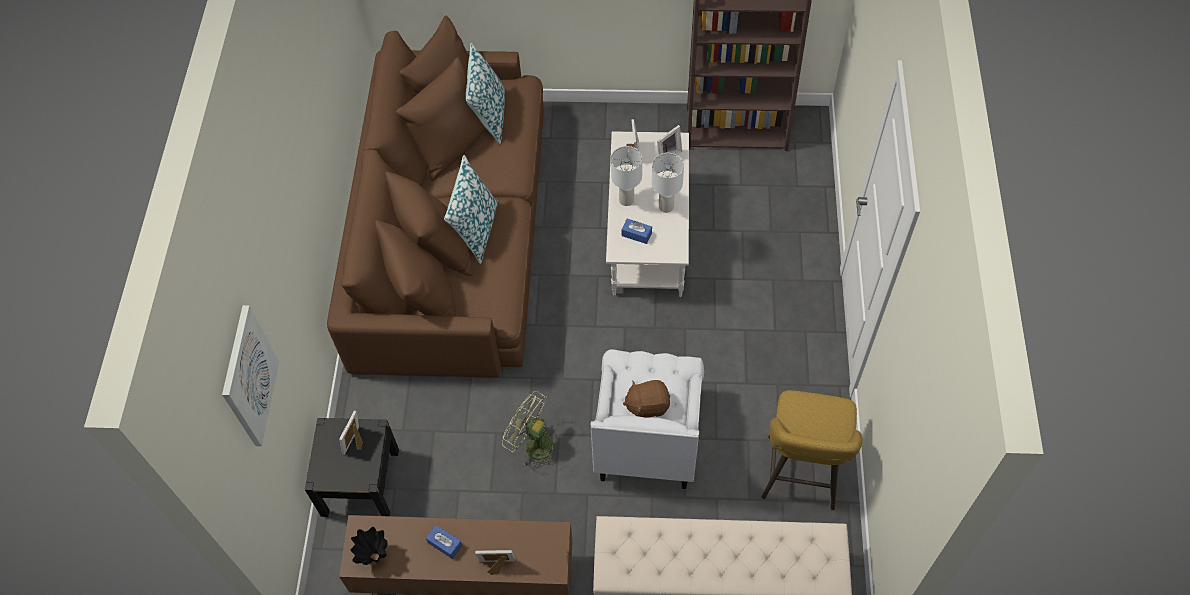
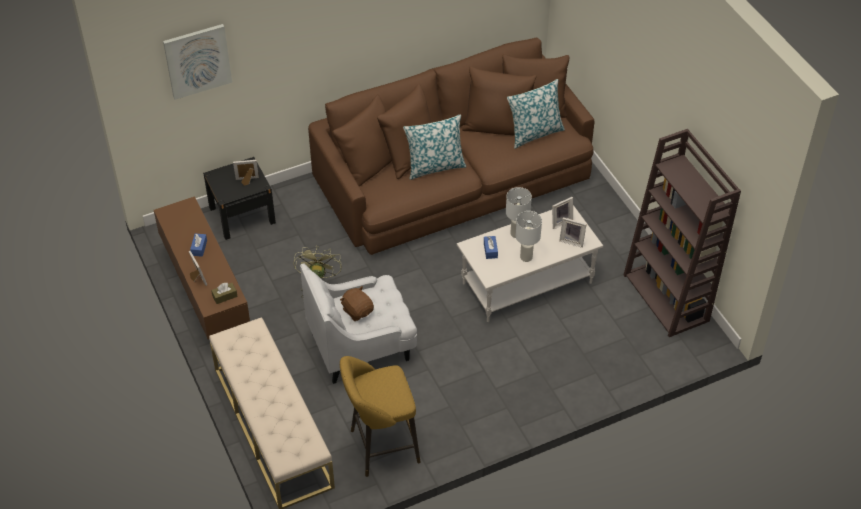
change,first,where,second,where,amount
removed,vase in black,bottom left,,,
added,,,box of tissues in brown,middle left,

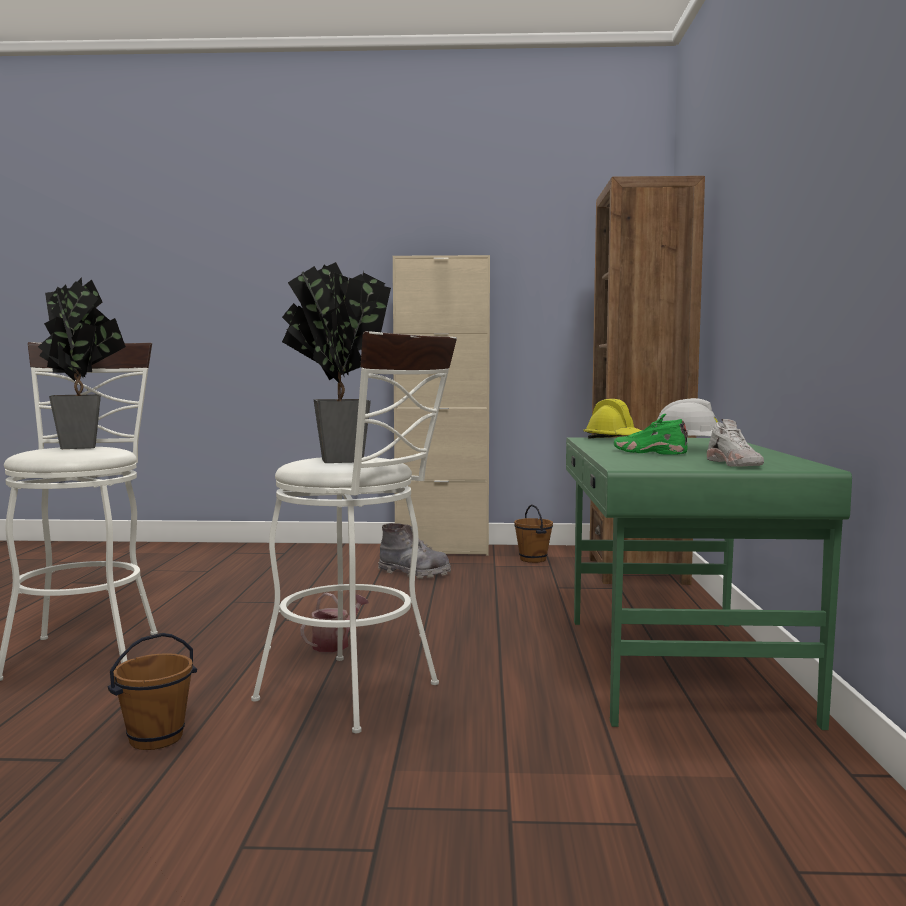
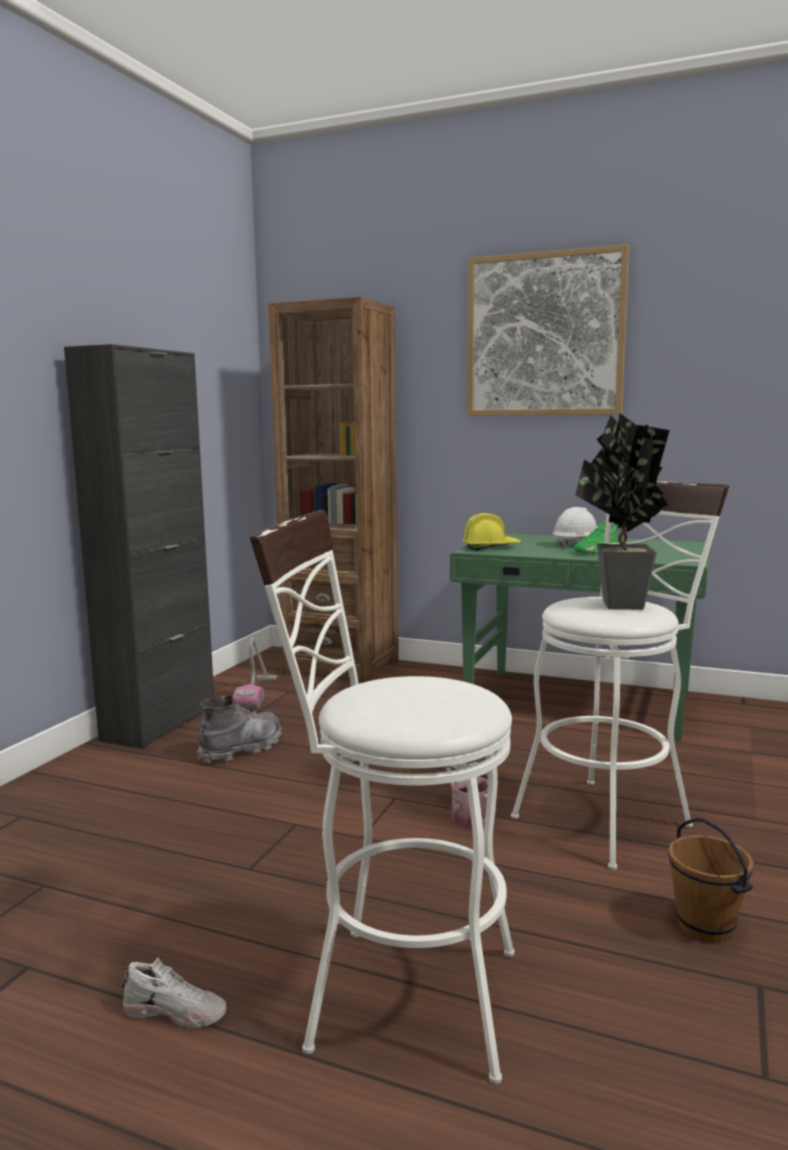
change,first,where,second,where,amount
recoloured,cabinet in sand-coloured,centre,cabinet in black,middle left,
removed,potted plant (1st from left),middle left,,,
moved,shoe in white,middle right,,bottom left,
replaced,bucket in brown (2nd from left),centre,vacuum,middle left,
added,,,picture,top right,

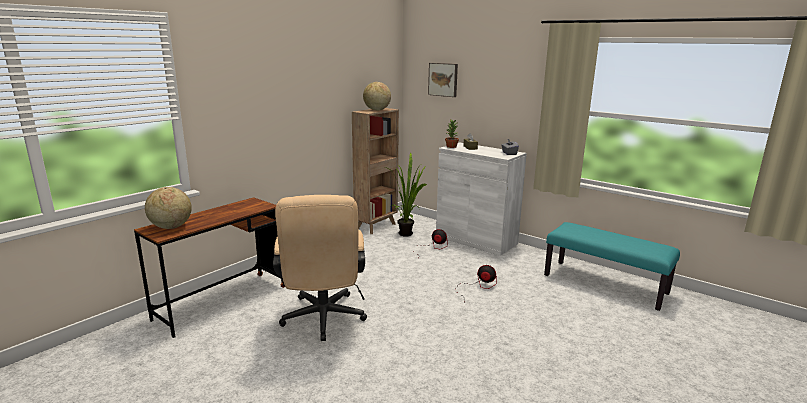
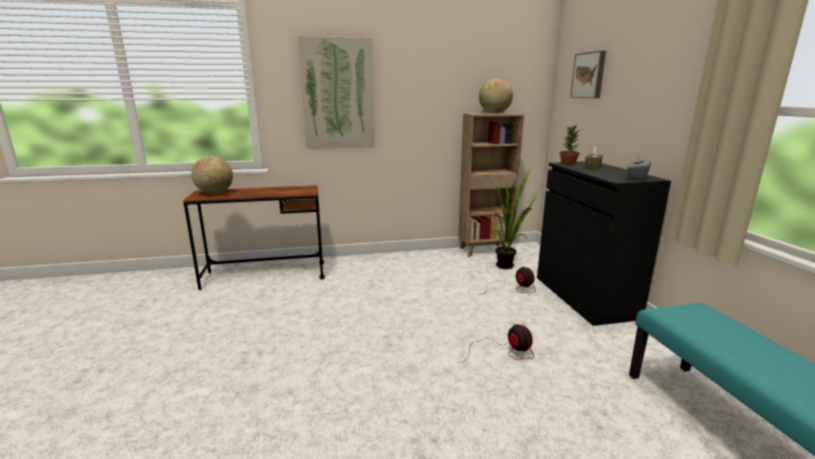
change,first,where,second,where,amount
recoloured,cabinet in white,centre,cabinet in black,middle right,
removed,computer chair in sand-coloured,centre,,,
added,,,picture (1st from left),top centre,

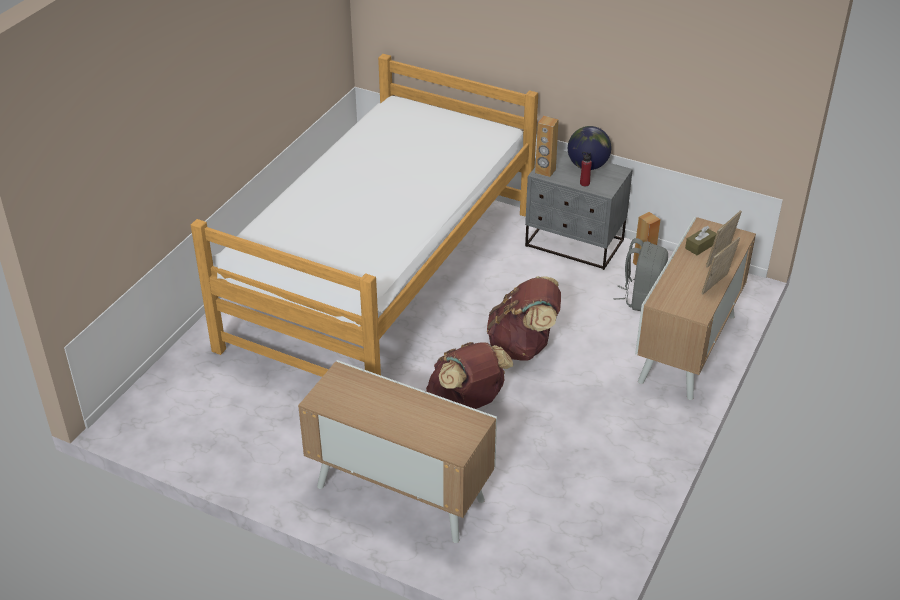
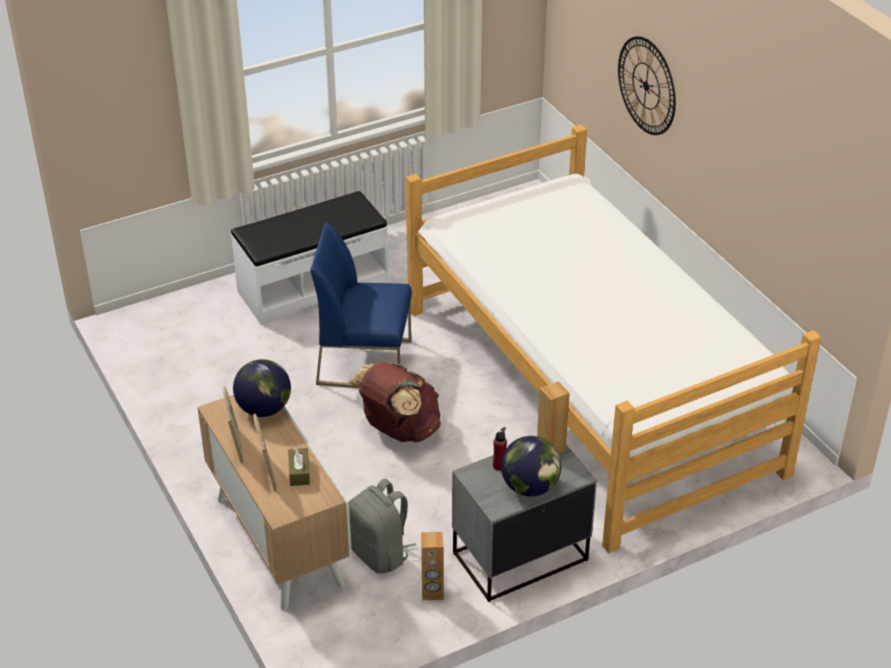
change,first,where,second,where,amount
replaced,knapsack in brown (1st from left),centre,upright chair in bluish,centre,
replaced,cabinet (1st from left),bottom centre,long seat in white,centre,
added,,,hanging clock,top right,
added,,,globe (1st from left),middle left,

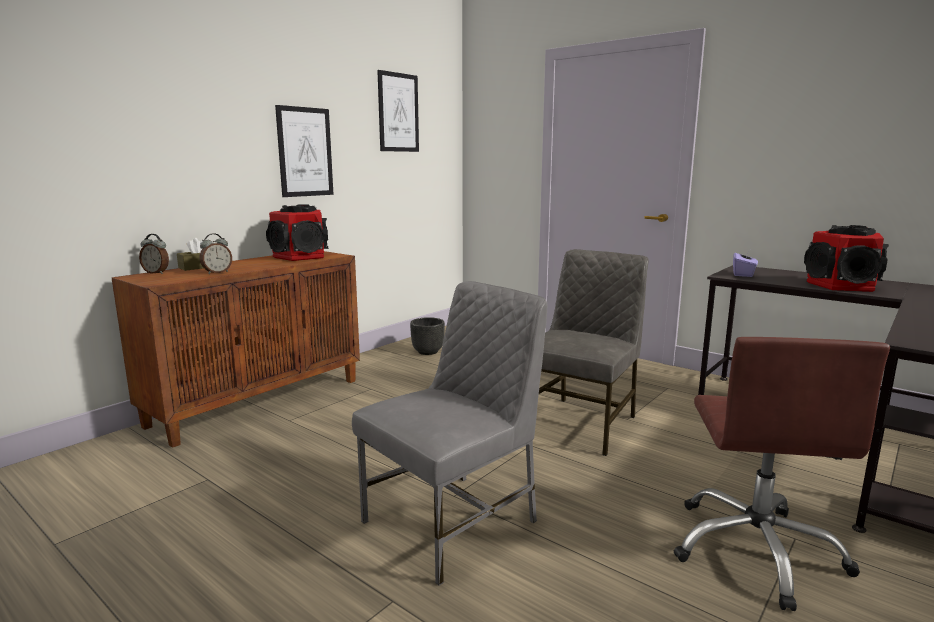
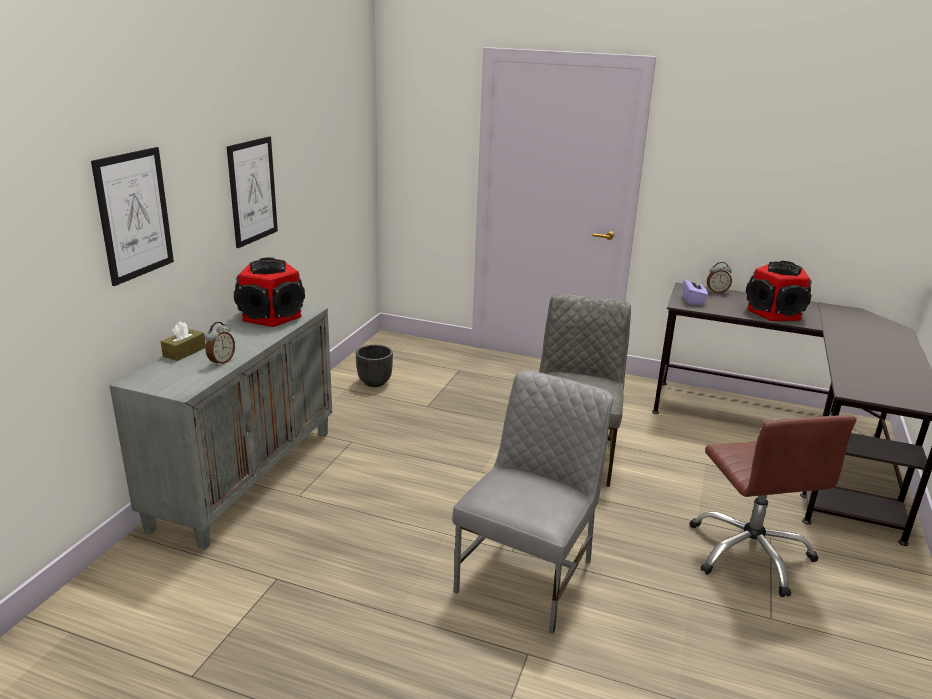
change,first,where,second,where,amount
moved,picture (2nd from left in the first image),top centre,picture (1st from left),top left,
moved,table clock (1st from left in the first image),middle left,table clock (2nd from left),middle right,
recoloured,cabinet in brown,middle left,cabinet in gray,middle left,

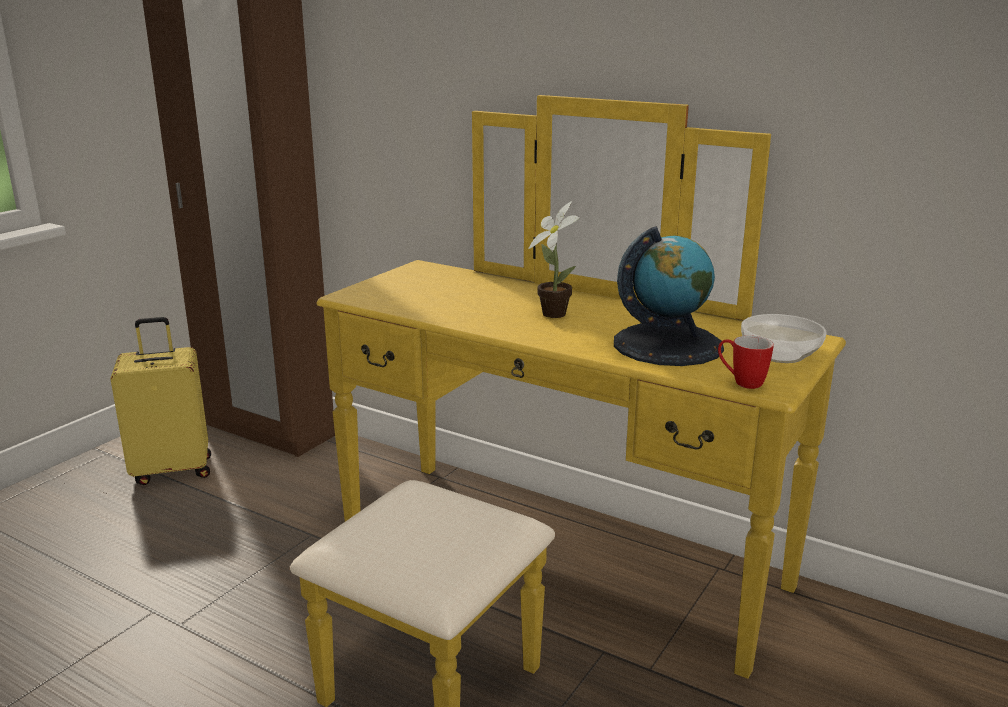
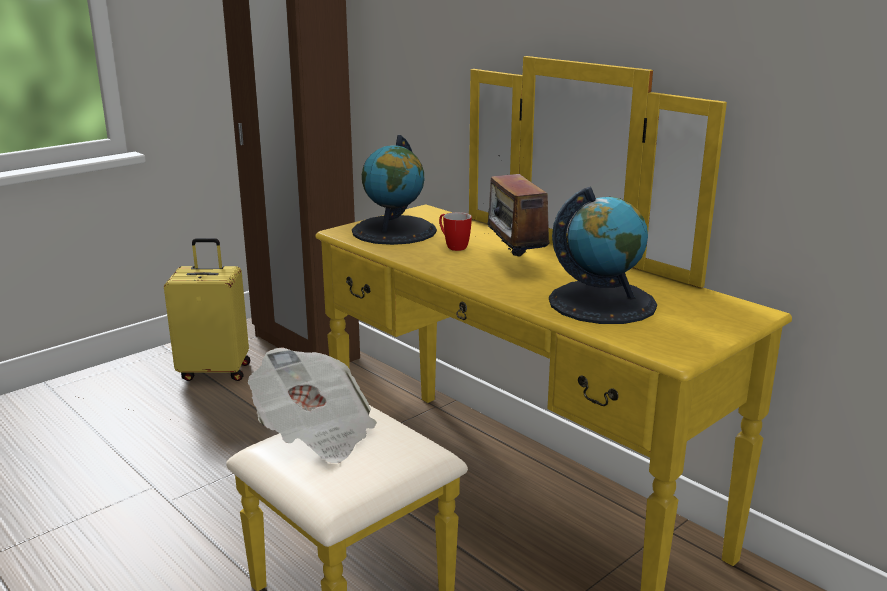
change,first,where,second,where,amount
replaced,potted plant,centre,radio,centre,
removed,bowl,middle right,,,
moved,coffee mug,middle right,,centre,
added,,,globe (1st from left),top centre,
added,,,daily paper,bottom centre,

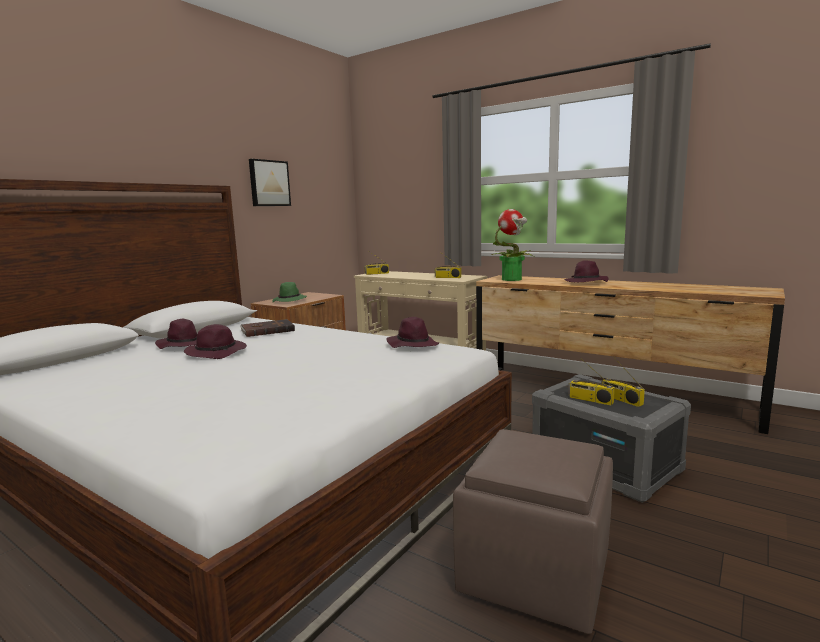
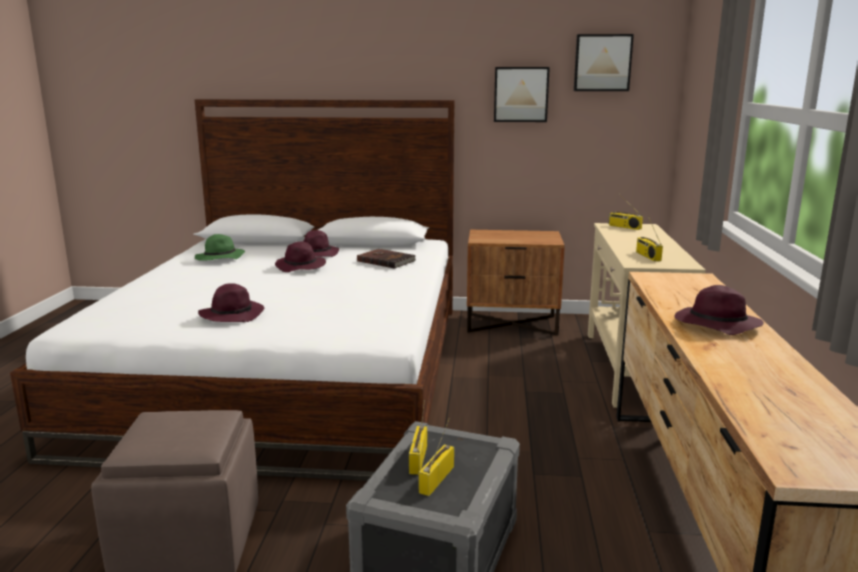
change,first,where,second,where,amount
removed,potted plant,centre,,,
moved,clothing hat in green,centre,,middle left,
moved,clothing hat in purple-coloured (3rd from left in the first image),centre,clothing hat in purple-coloured (1st from left),middle left,
added,,,picture (2nd from left),top right,

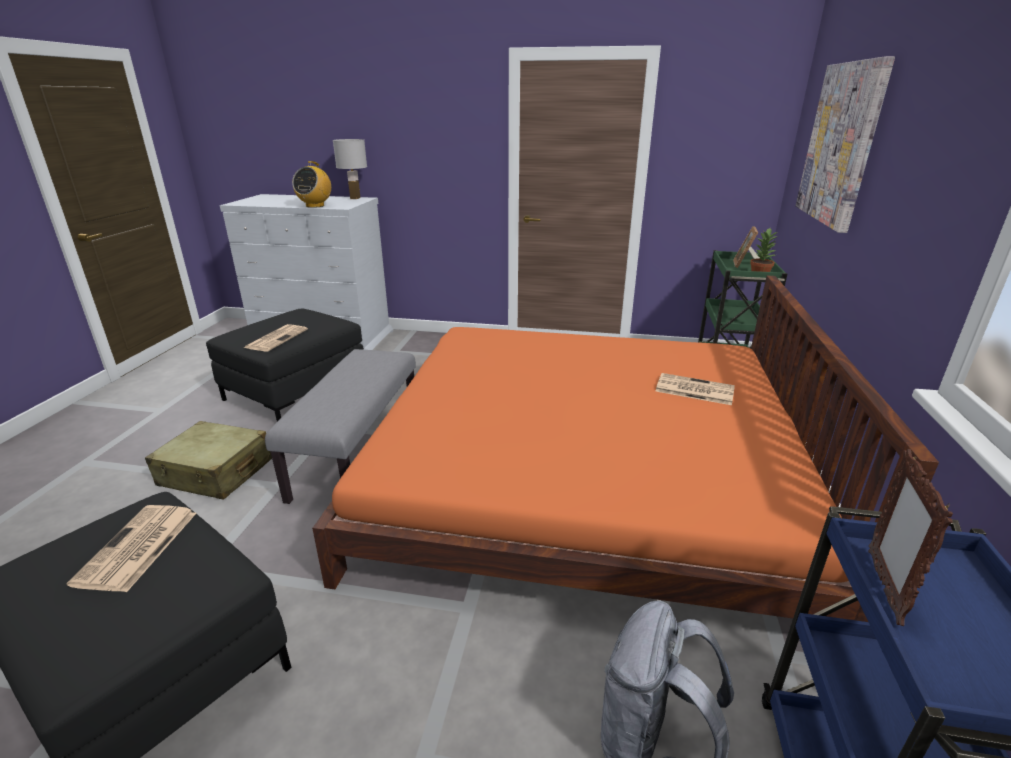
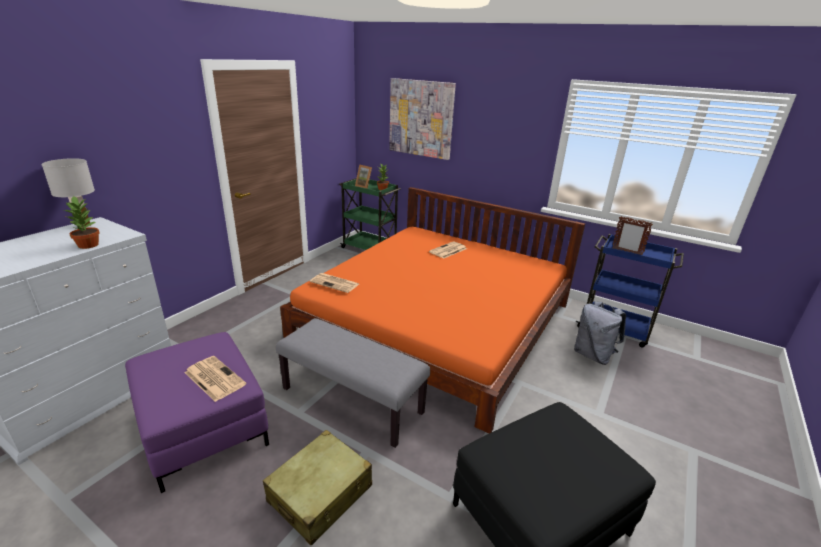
change,first,where,second,where,amount
replaced,radio,top left,potted plant (1st from left),middle left,
recoloured,pouffe in black (2nd from left),middle left,pouffe in purple-coloured,bottom left,
moved,daily paper (1st from left in the first image),bottom left,daily paper (2nd from left),centre,

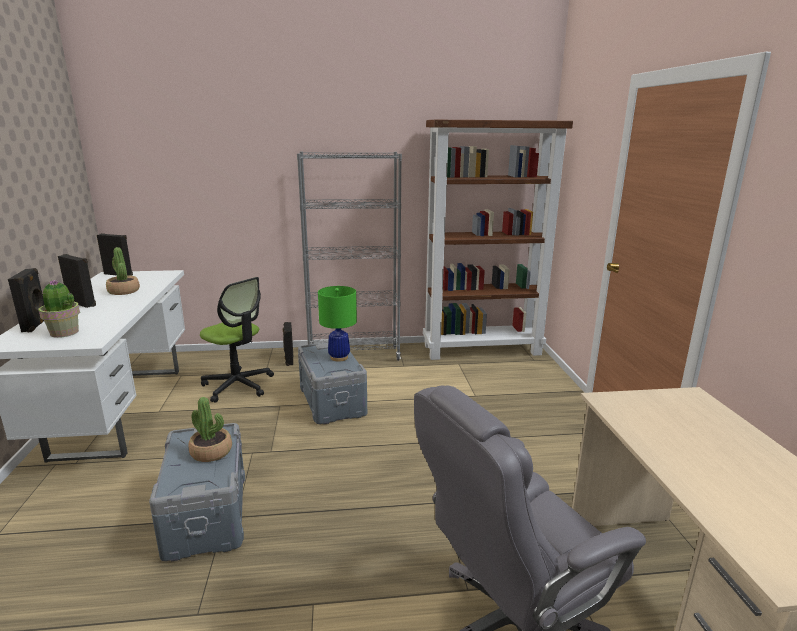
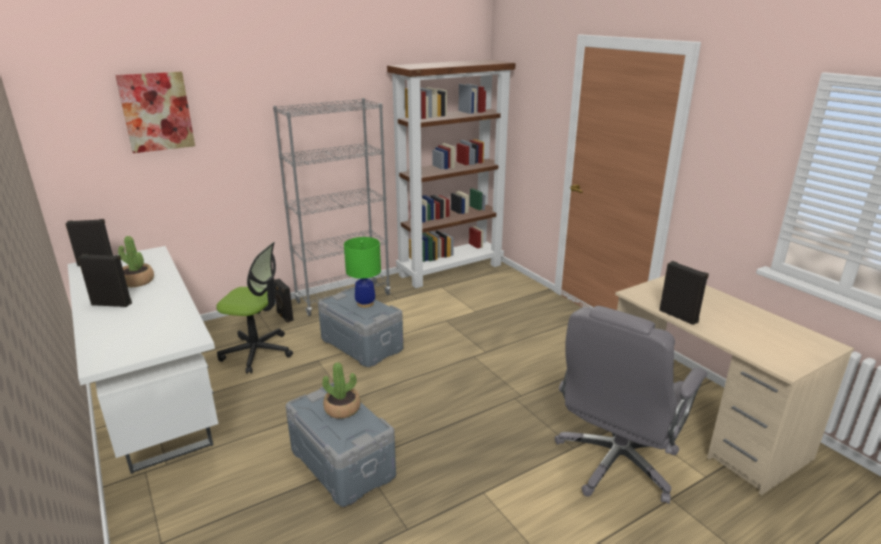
change,first,where,second,where,amount
moved,audio speaker in black (1st from left in the first image),middle left,audio speaker in black (4th from left),middle right,
removed,potted plant (1st from left),middle left,,,
added,,,picture,top left,

